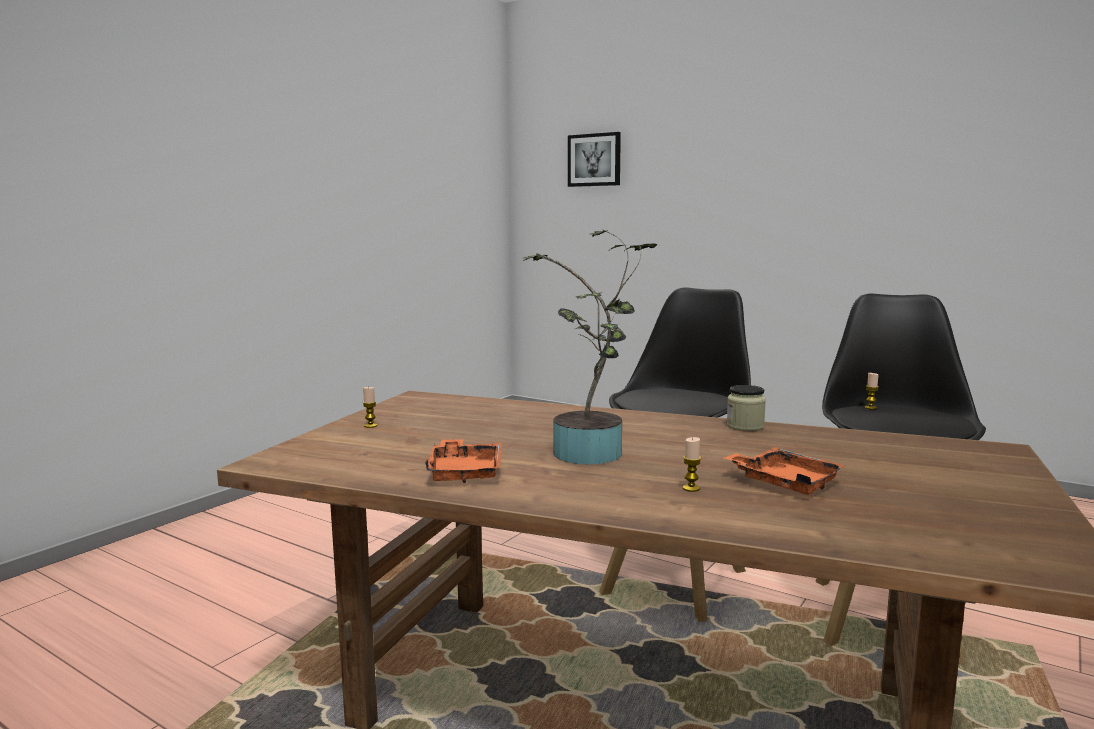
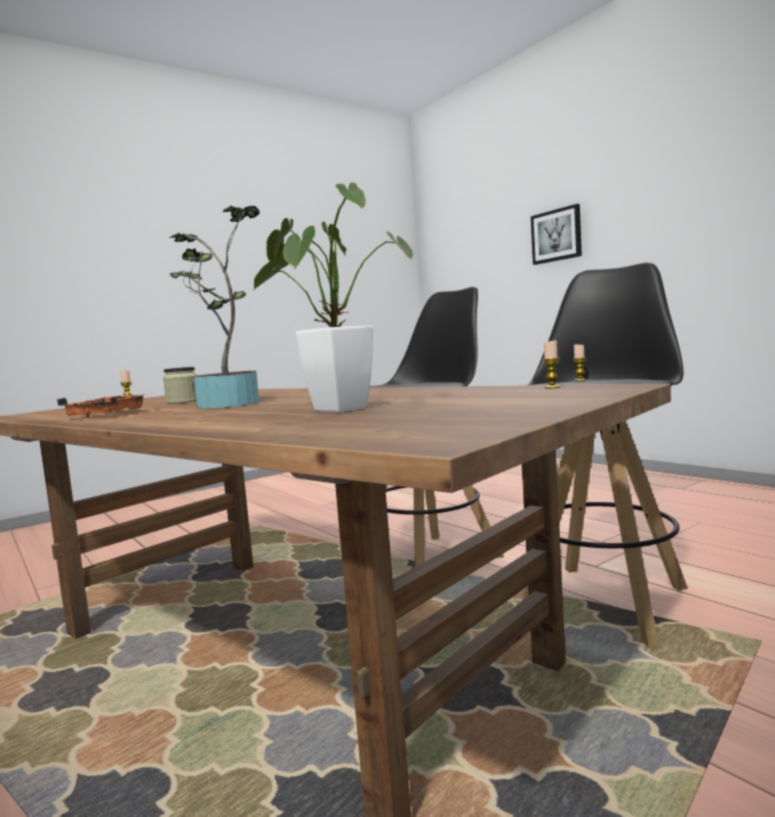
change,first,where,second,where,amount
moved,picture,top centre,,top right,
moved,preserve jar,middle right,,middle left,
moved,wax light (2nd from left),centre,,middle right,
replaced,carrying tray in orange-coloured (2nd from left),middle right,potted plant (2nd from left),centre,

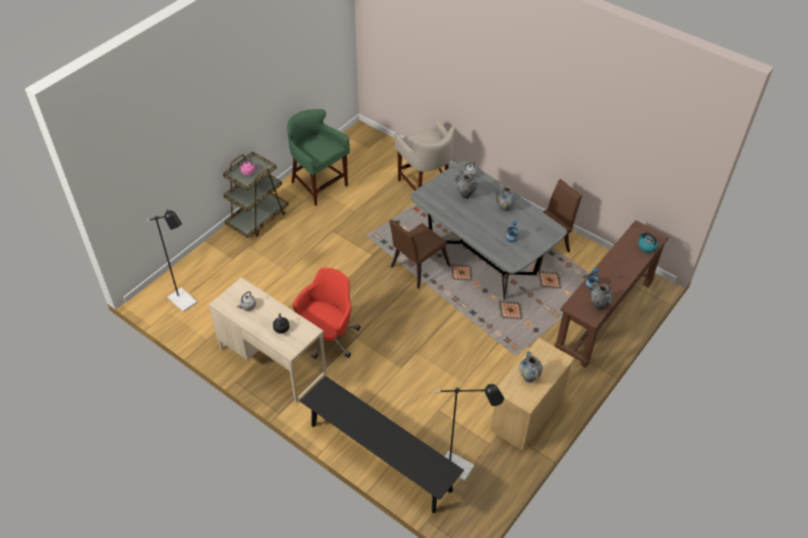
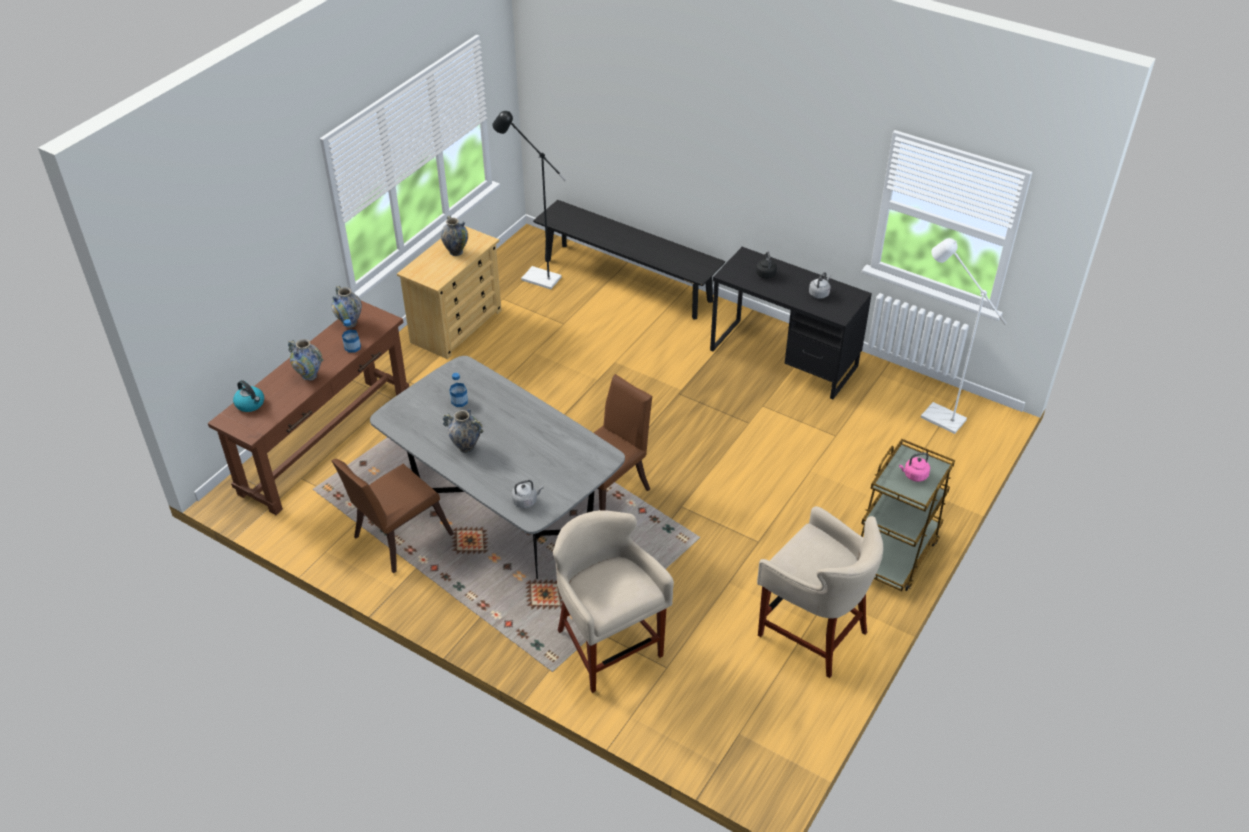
change,first,where,second,where,amount
recoloured,sitting stool in green,top centre,sitting stool in sand-coloured (2nd from left),bottom centre,
moved,vase (1st from left),centre,,middle left,
recoloured,standard lamp in black (1st from left),middle left,standard lamp in white,middle right,
removed,computer chair in red-coloured,centre,,,
recoloured,desk table in sand-coloured,middle left,desk table in black,centre,

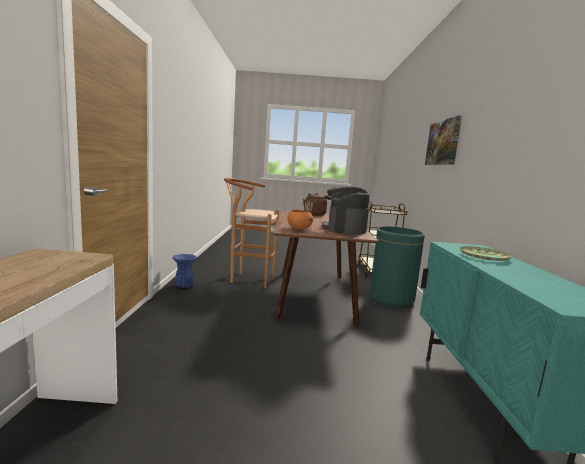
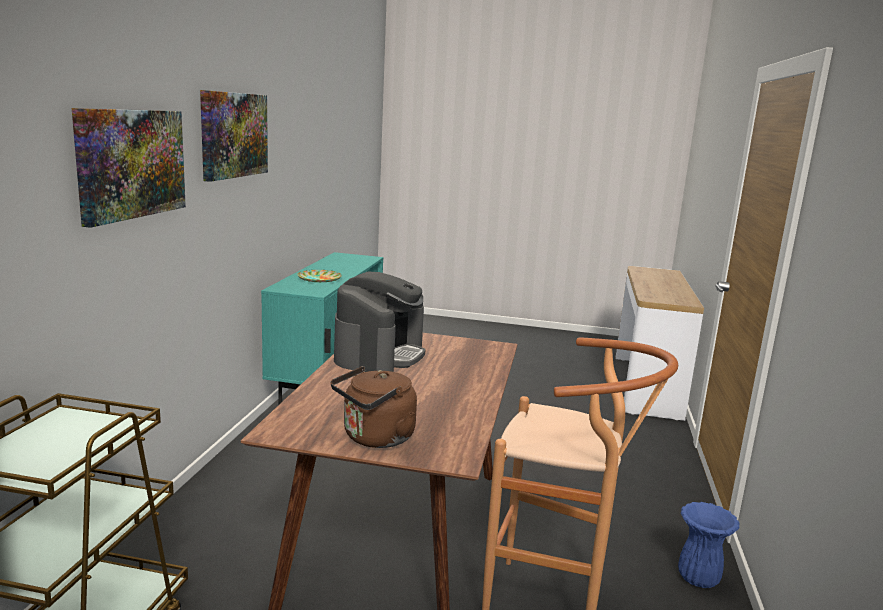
change,first,where,second,where,amount
removed,bowl in orange-coloured,centre,,,
removed,rubbish bin in green,middle right,,,
added,,,picture (2nd from left),top left,

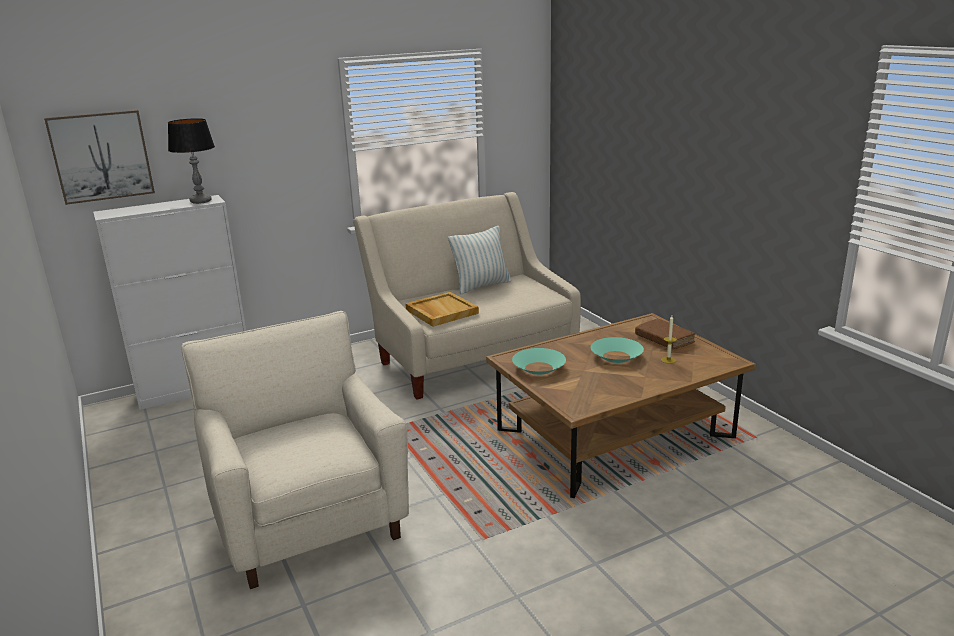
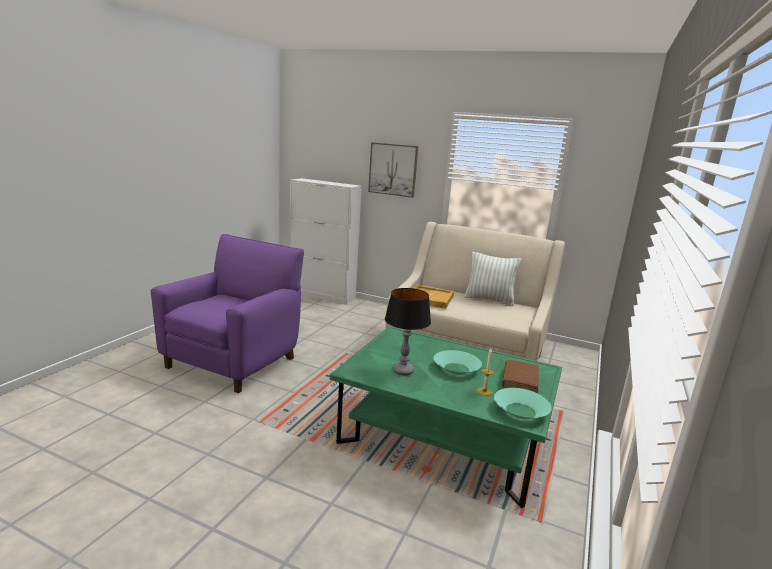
change,first,where,second,where,amount
moved,picture,top left,,top centre,
moved,lamp for a table,top left,,centre,
recoloured,armchair in sand-coloured,bottom left,armchair in purple-coloured,middle left,
recoloured,lounge table in brown,centre,lounge table in green,bottom centre,
moved,bowl in turquoise-coloured (1st from left in the first image),centre,bowl in turquoise-coloured (2nd from left),bottom right,

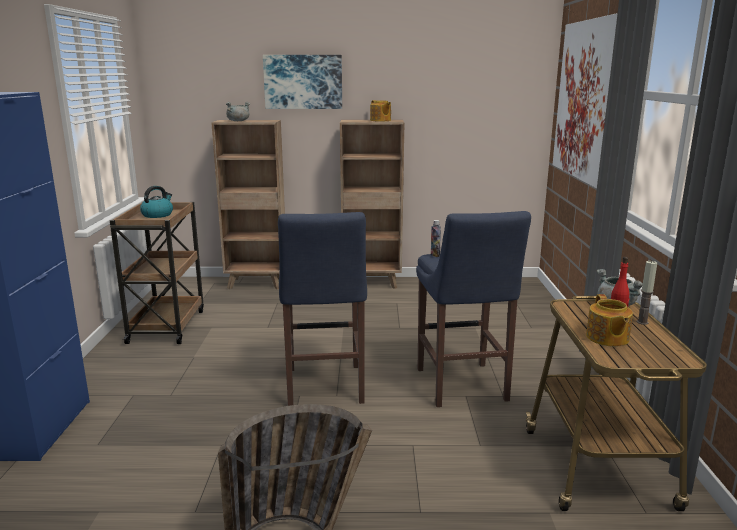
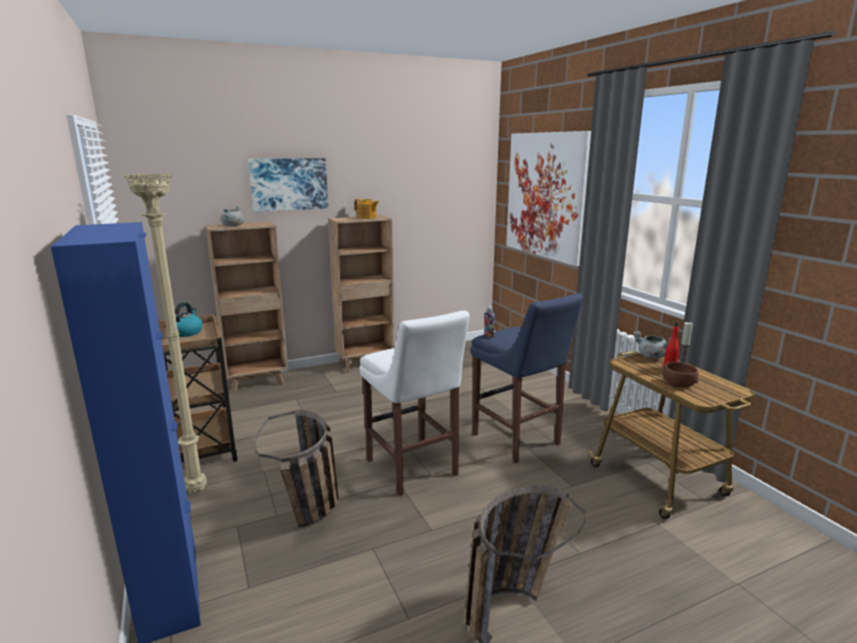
change,first,where,second,where,amount
recoloured,sitting stool in bluish (1st from left),centre,sitting stool in white,centre,
replaced,pot for tea (2nd from left),middle right,bowl in brown,middle right,
added,,,standard lamp in sand-coloured,middle left,
added,,,storage basket (1st from left),bottom centre,

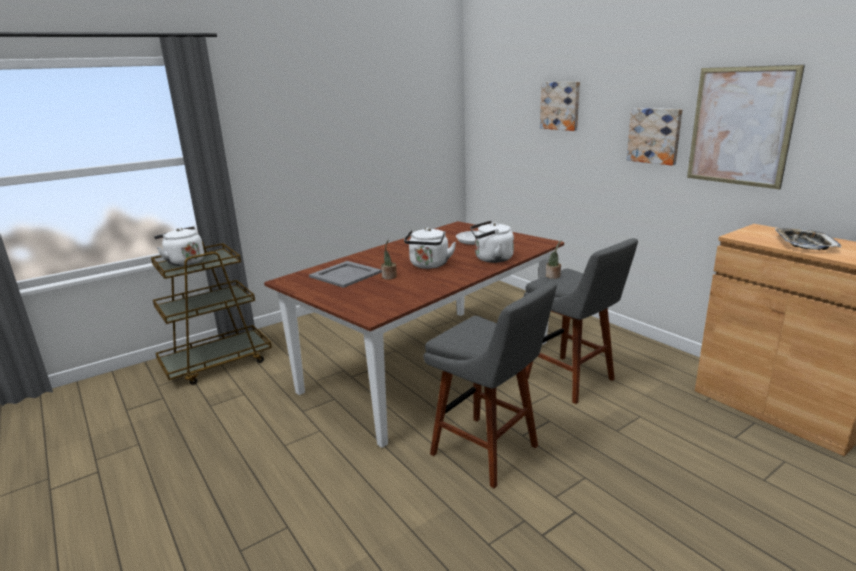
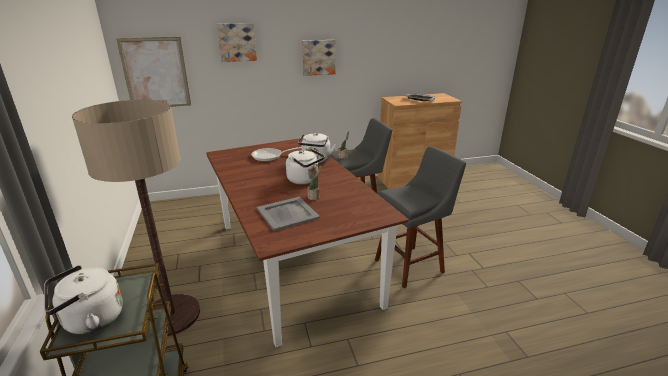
change,first,where,second,where,amount
moved,picture (3rd from left in the first image),top right,picture (1st from left),top left,
added,,,standard lamp,middle left,

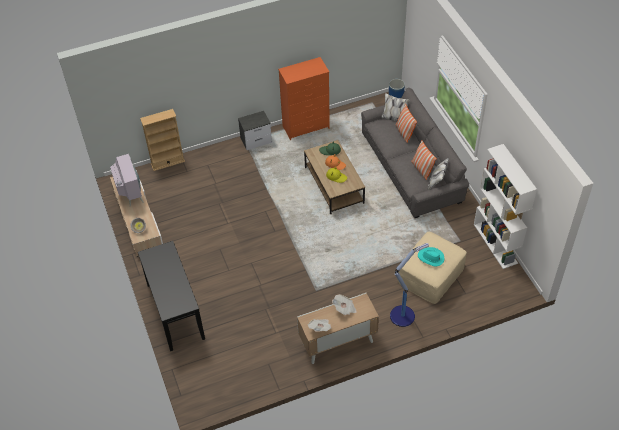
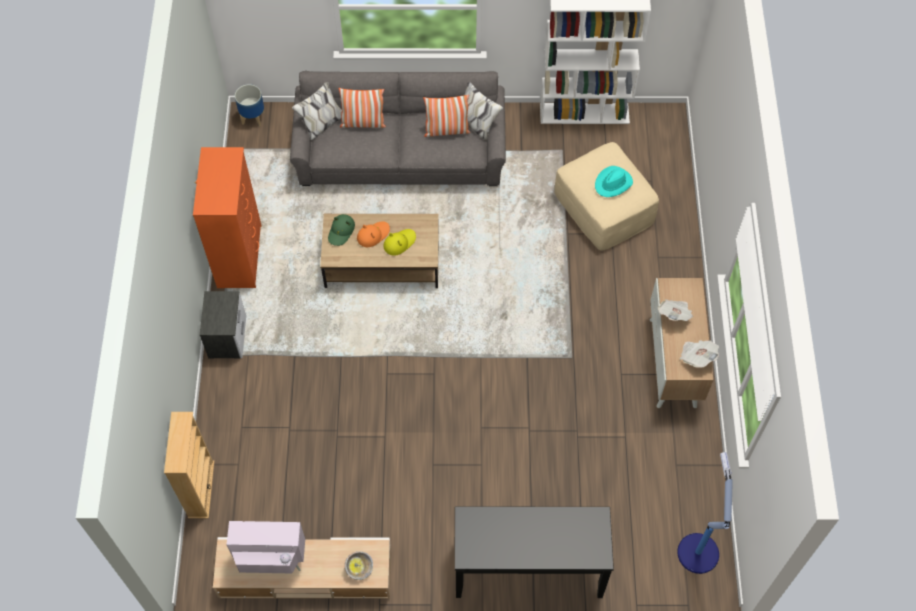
change,first,where,second,where,amount
moved,standard lamp,centre,,bottom right,

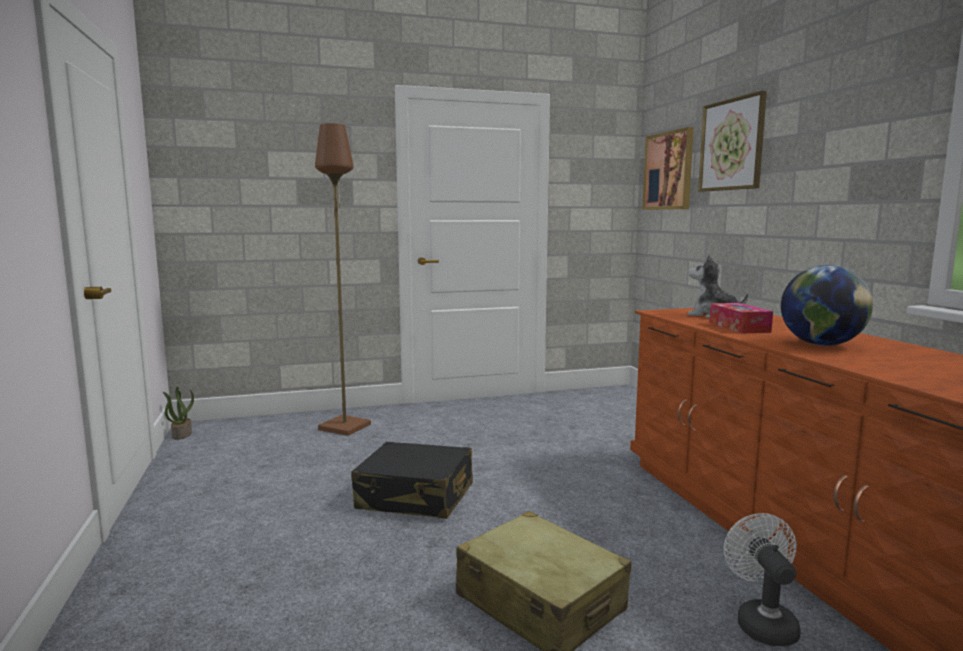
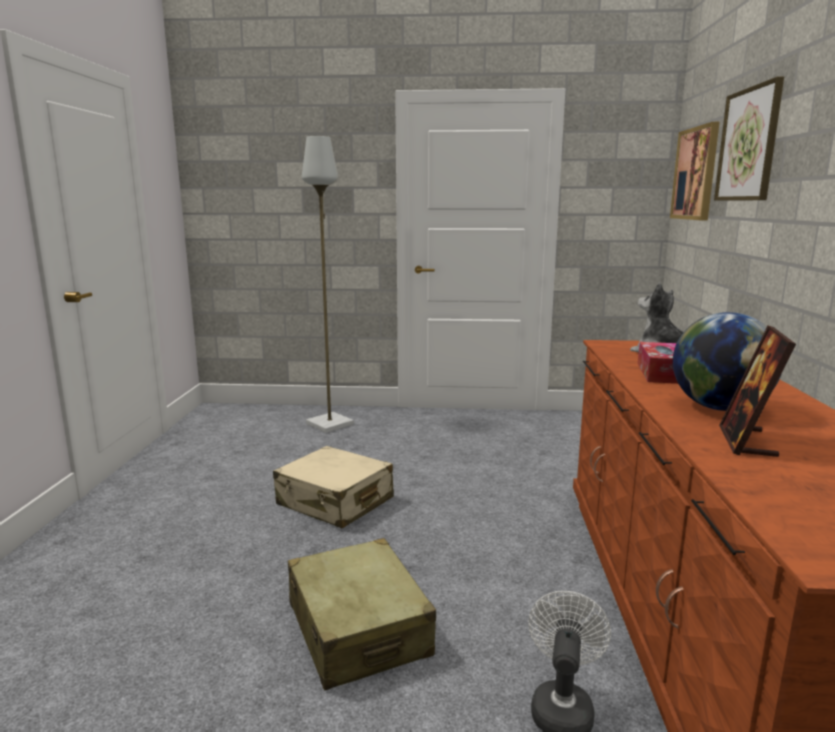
change,first,where,second,where,amount
recoloured,standard lamp in brown,centre,standard lamp in gray,centre,
removed,potted plant,middle left,,,
recoloured,suitcase in black,bottom centre,suitcase in sand-coloured (1st from left),centre,
added,,,standing frame,middle right,

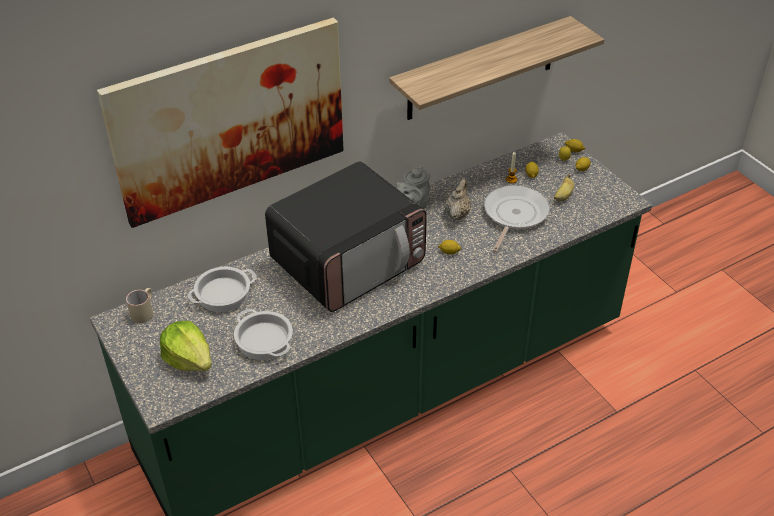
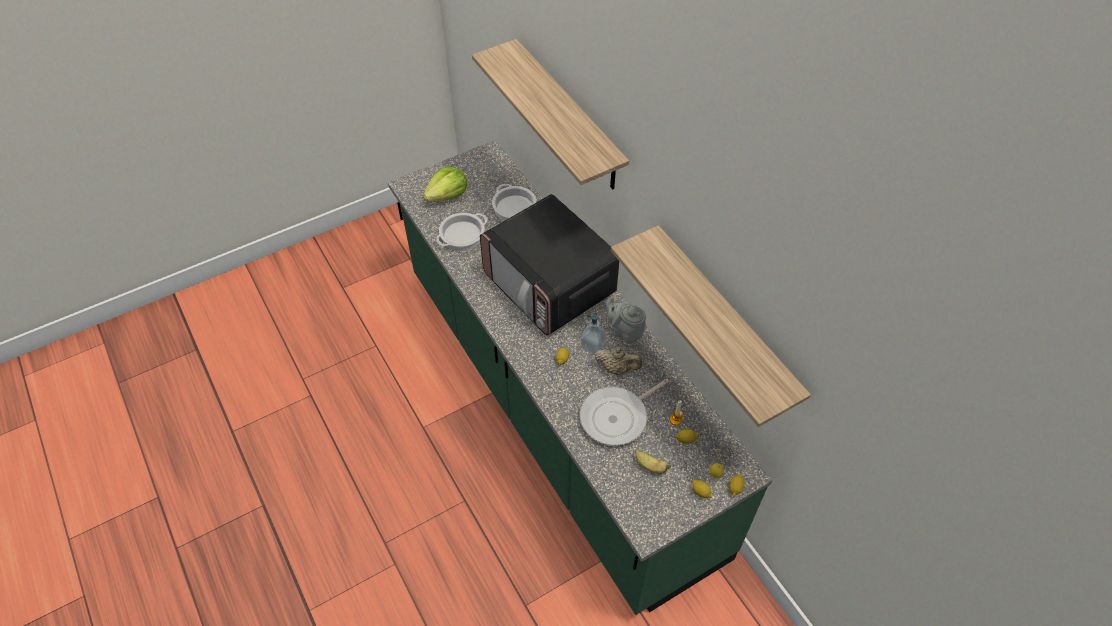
change,first,where,second,where,amount
replaced,picture,top left,shelf (1st from left),top centre,
turned,frying pan,middle right,,centre,120 degrees clockwise
removed,coffee mug in sand-coloured,middle left,,,
added,,,liquid soap bottle,centre,

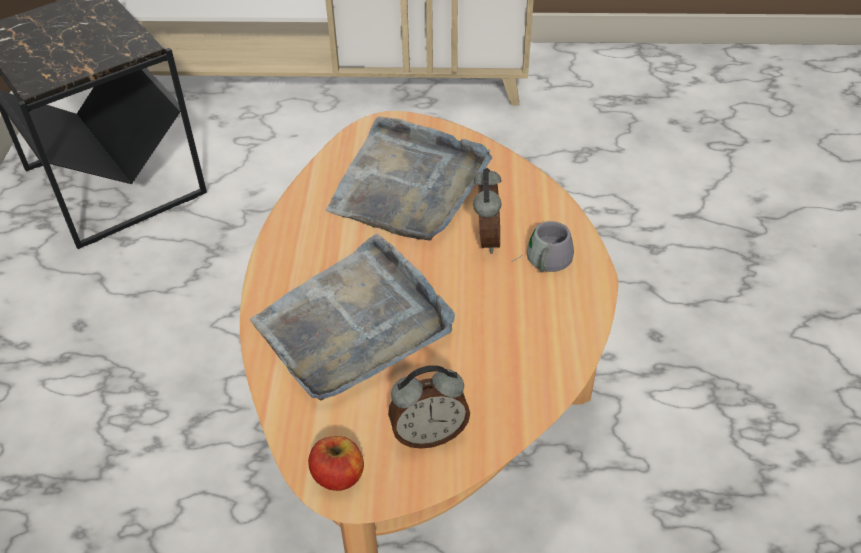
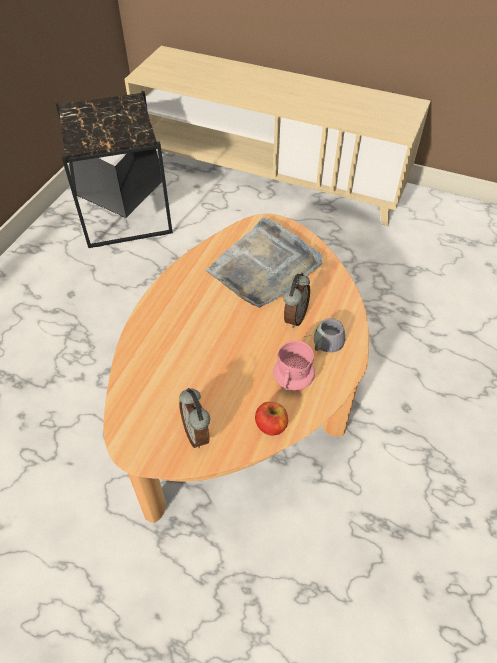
change,first,where,second,where,amount
removed,carrying tray in gray (1st from left),centre,,,
turned,table clock (1st from left),bottom centre,,centre,60 degrees clockwise
moved,whole apple,bottom centre,,centre,
added,,,coffee mug in pink,centre,

